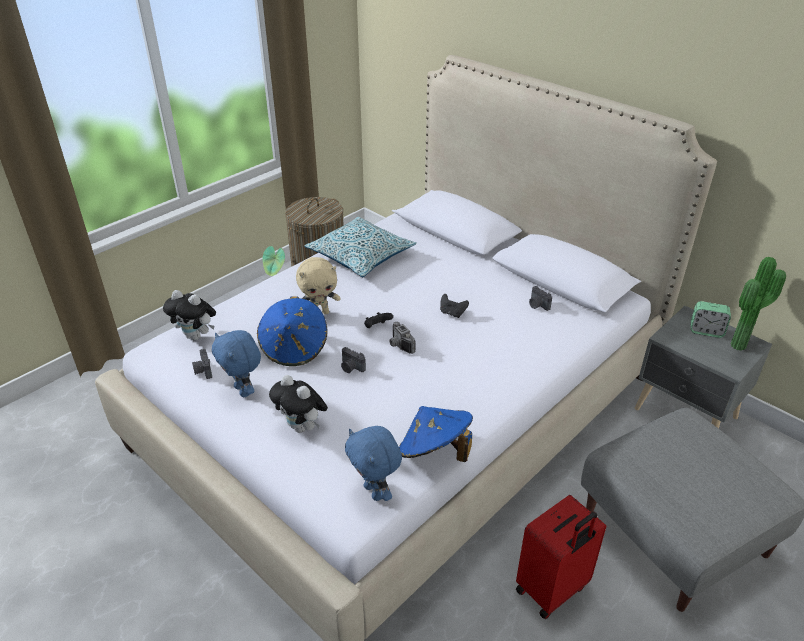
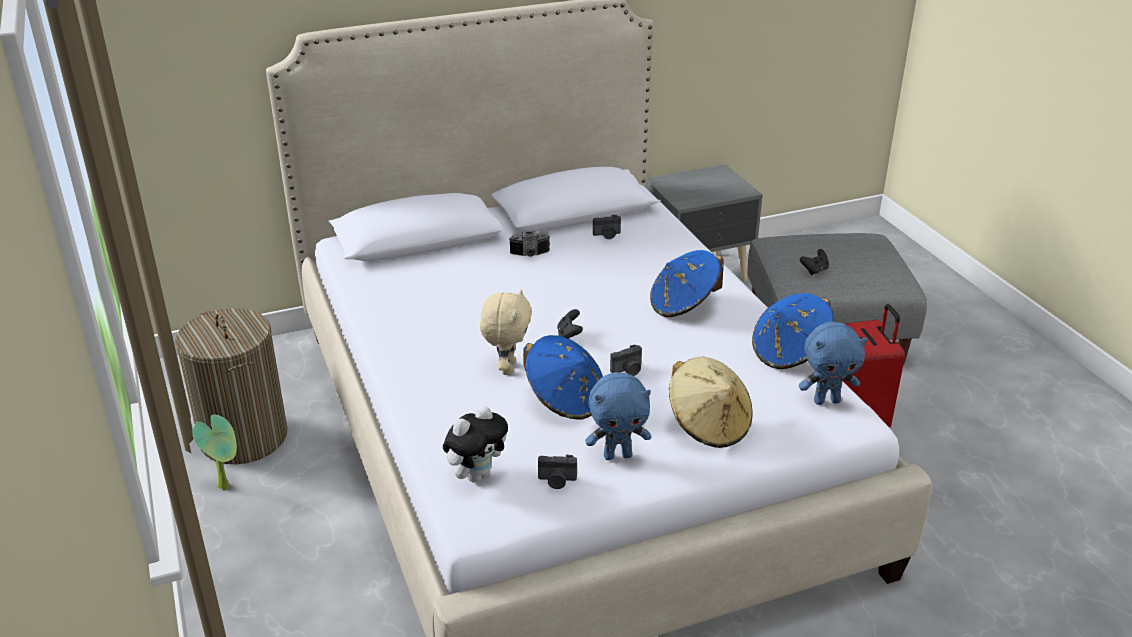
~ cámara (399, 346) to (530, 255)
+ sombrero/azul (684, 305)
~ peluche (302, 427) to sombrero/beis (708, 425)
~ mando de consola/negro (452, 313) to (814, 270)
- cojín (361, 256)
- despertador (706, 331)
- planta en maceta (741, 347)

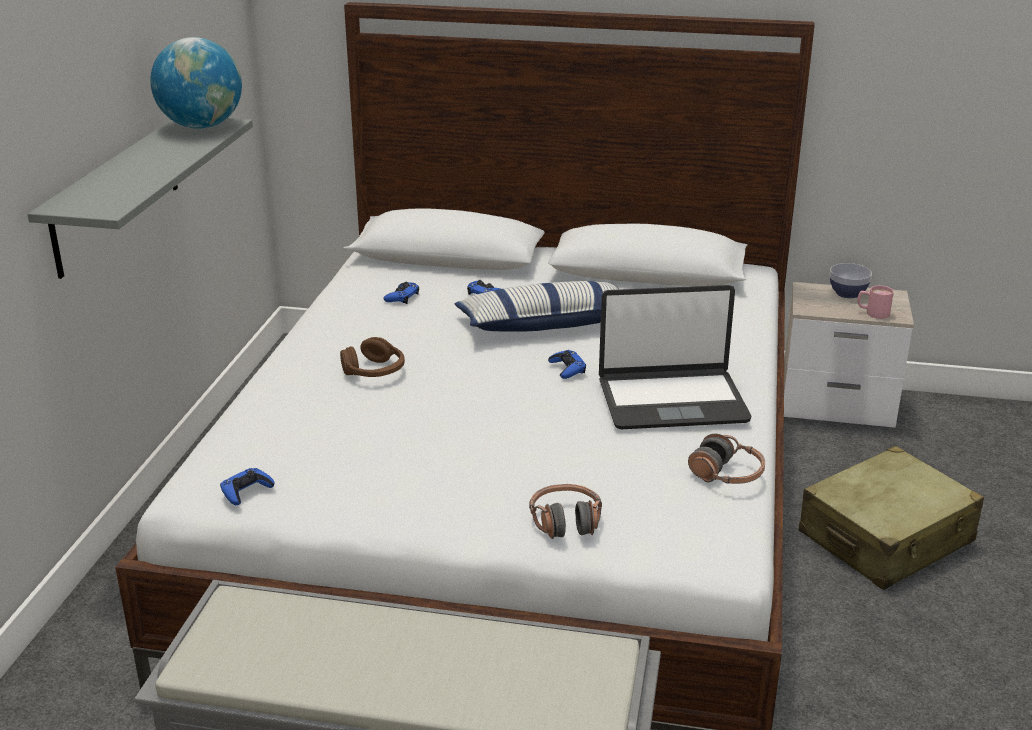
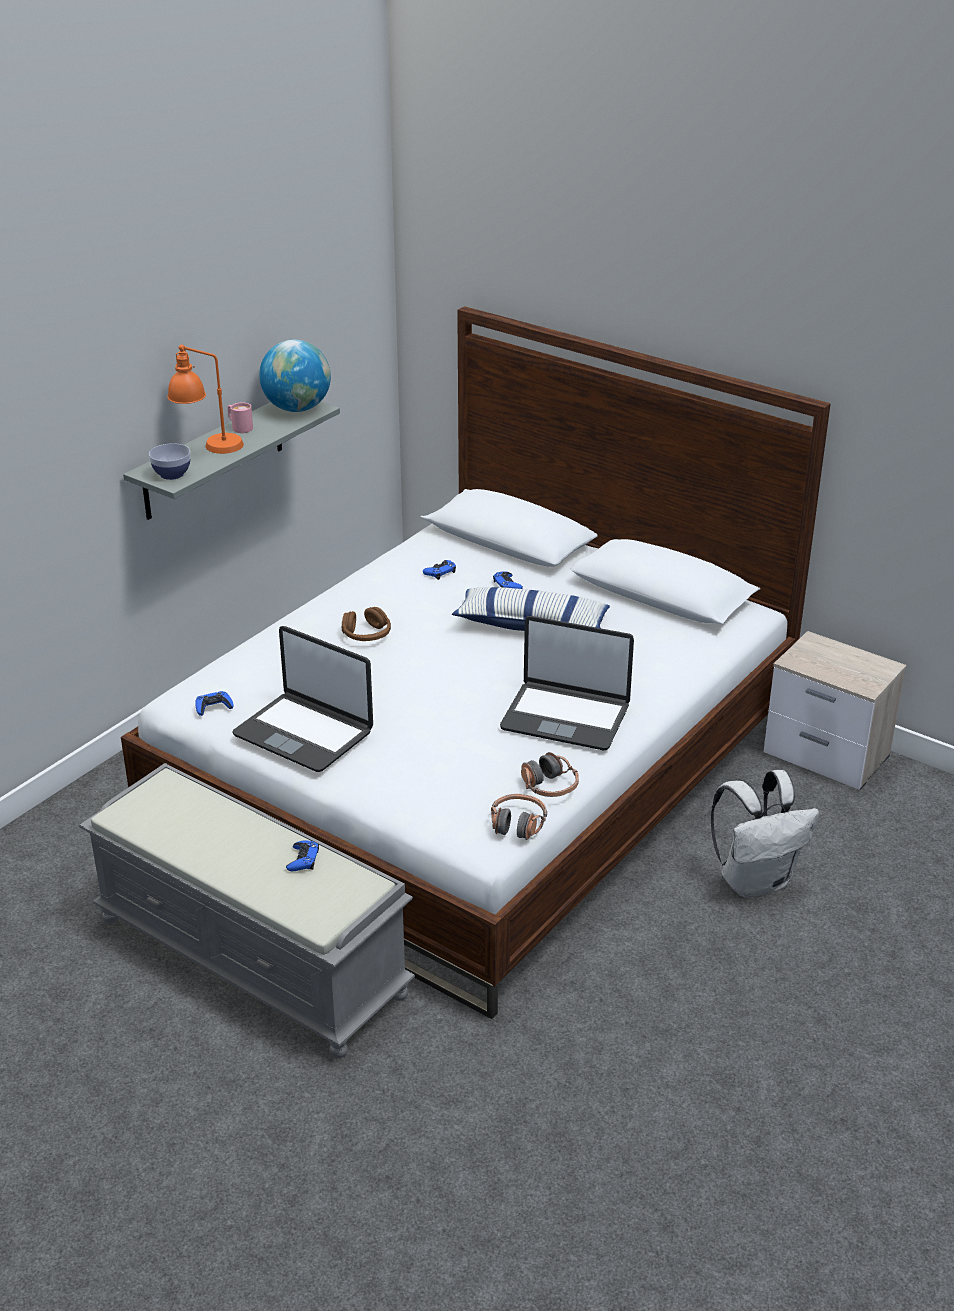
~ cuenco (848, 293) to (172, 474)
+ lámpara de mesa/naranja (208, 449)
~ taza grande/rosa (872, 313) to (239, 427)
+ portátil (304, 733)
~ mando de consola/azul (567, 368) to (303, 860)
~ auriculares (566, 521) to (517, 824)
~ maleta/beis (886, 538) to mochila/blanco (756, 880)

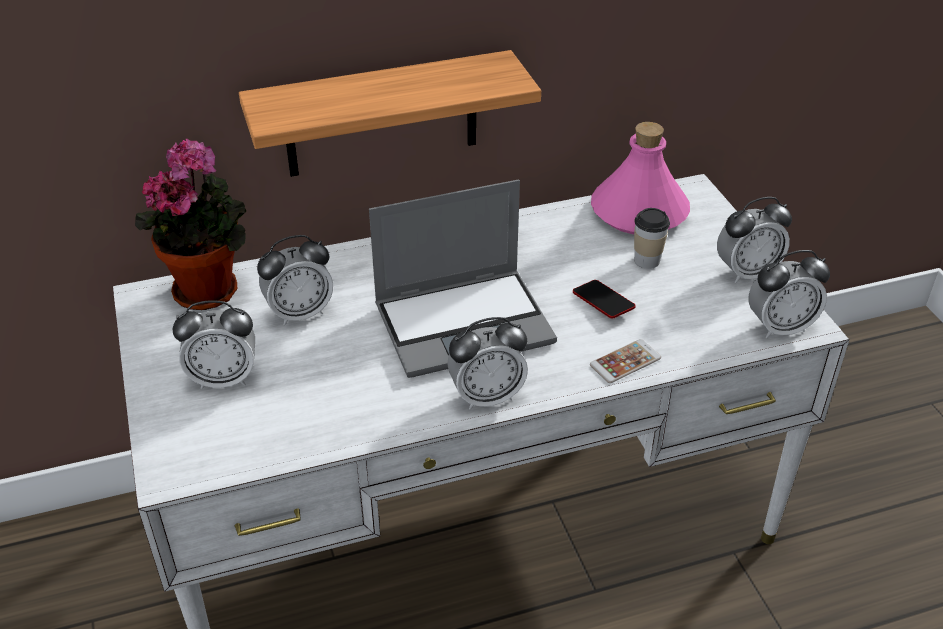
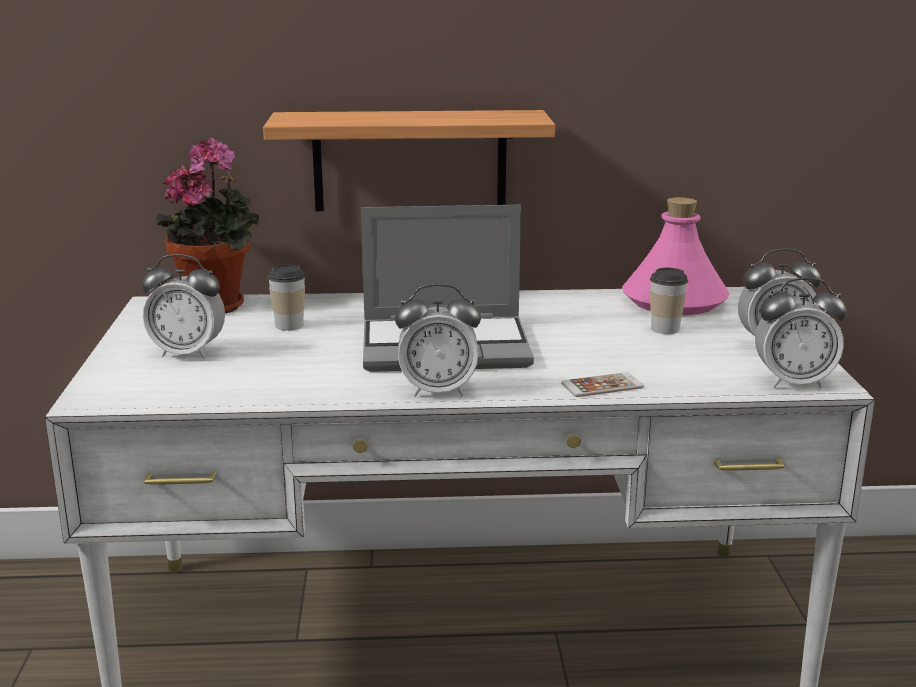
~ despertador (300, 313) to taza (289, 325)
- móvil (603, 303)

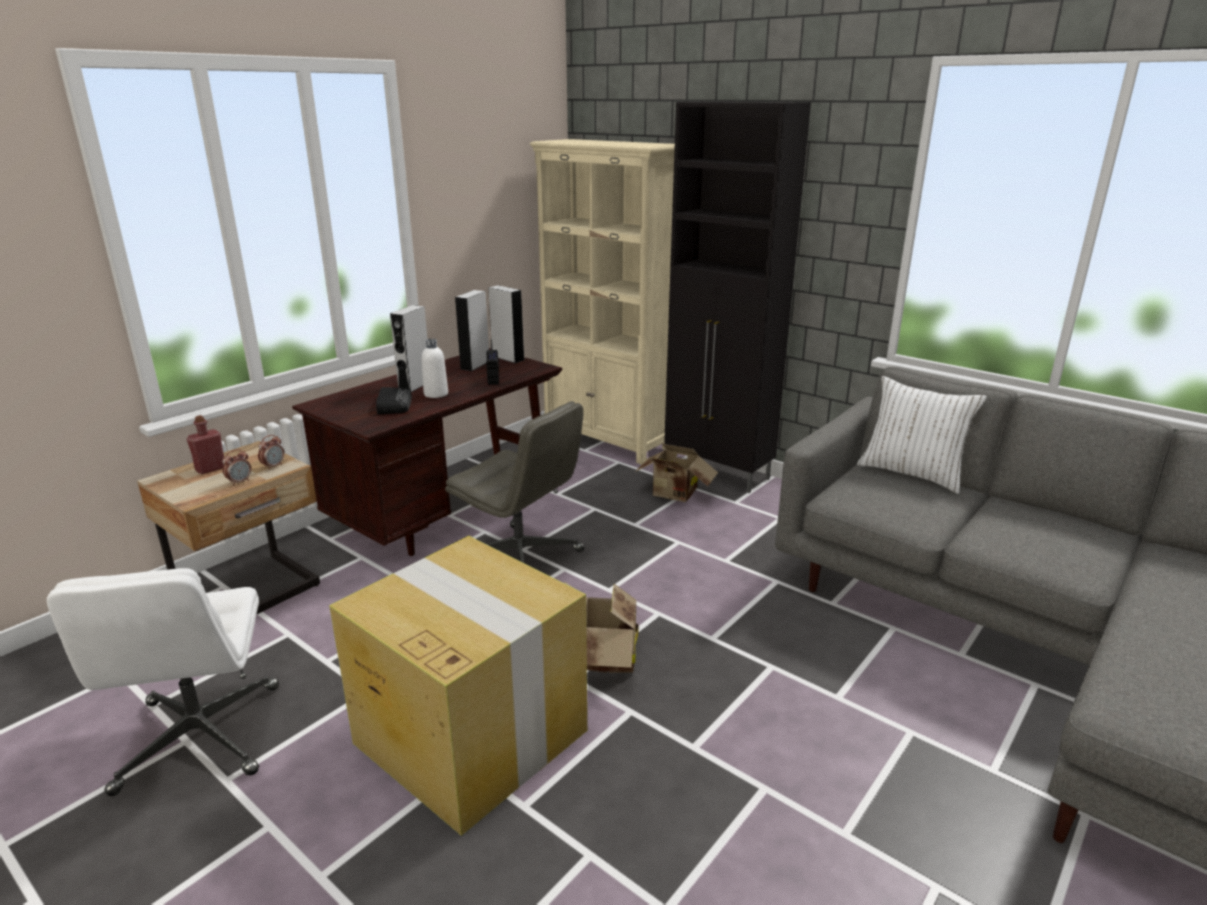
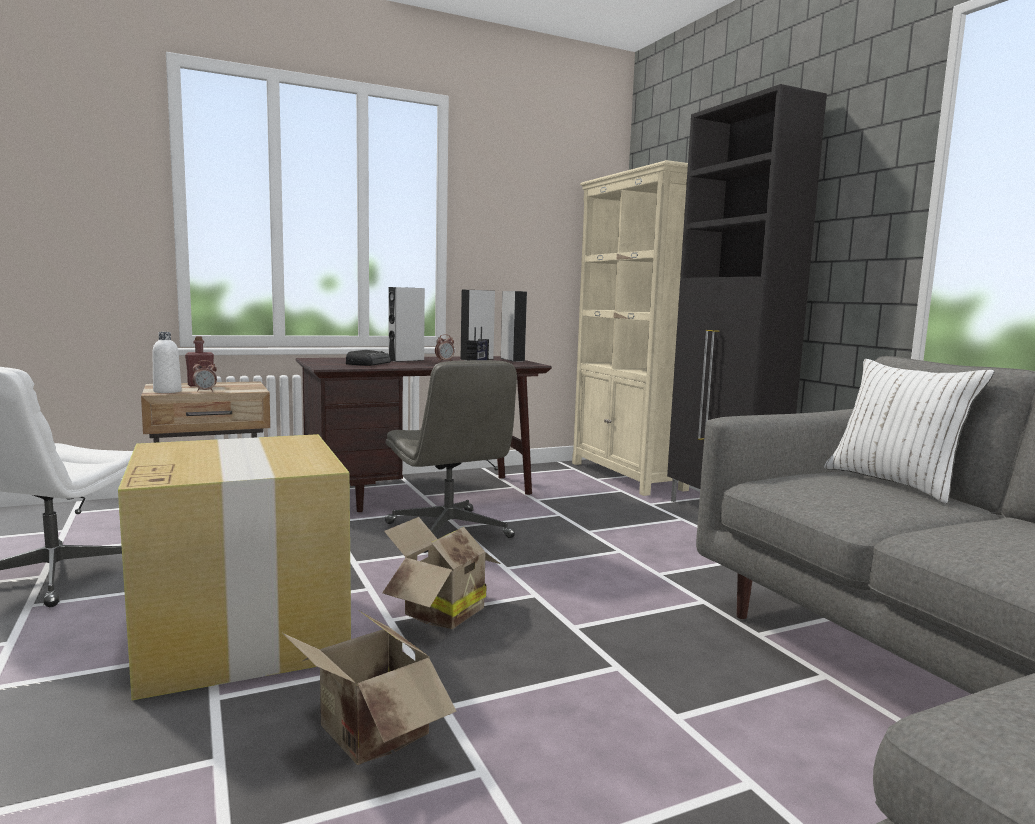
~ botella/blanco (436, 394) to (167, 391)
~ caja de cartón (674, 495) to (367, 738)
~ despertador (273, 466) to (444, 361)

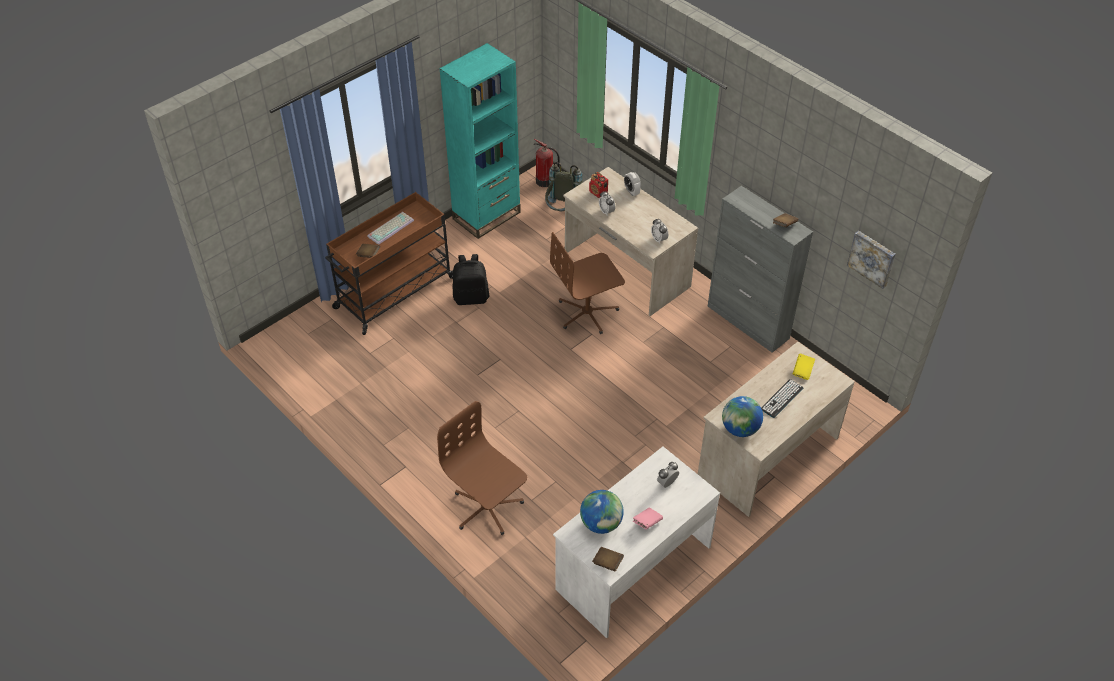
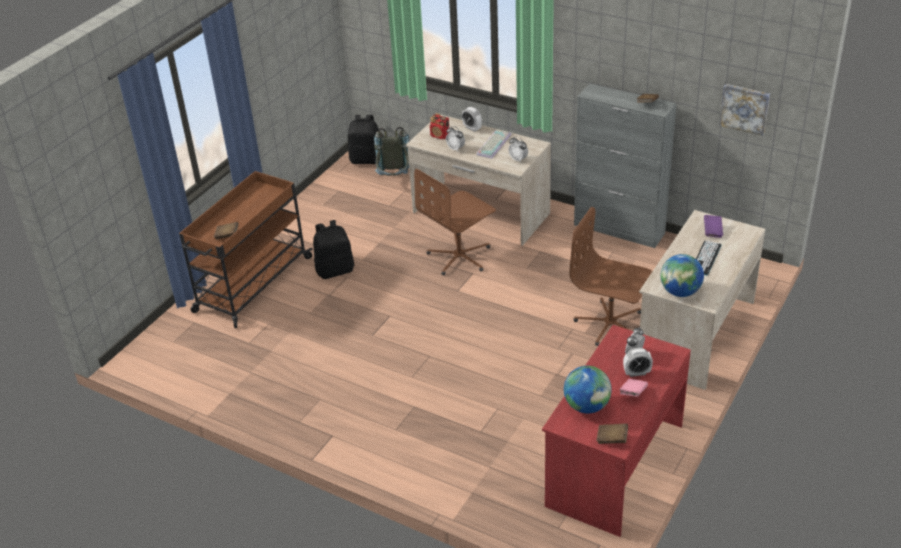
~ extintor (545, 181) to mochila/negro (366, 159)
~ teclado (390, 227) to (493, 144)
~ escritorio/blanco (632, 567) to escritorio/rojo (614, 464)
~ silla de oficina/marrón (487, 508) to (610, 324)
+ despertador (637, 373)
~ libro/amarillo (802, 371) to libro/morado (712, 231)
- estantería/turquesa (486, 215)

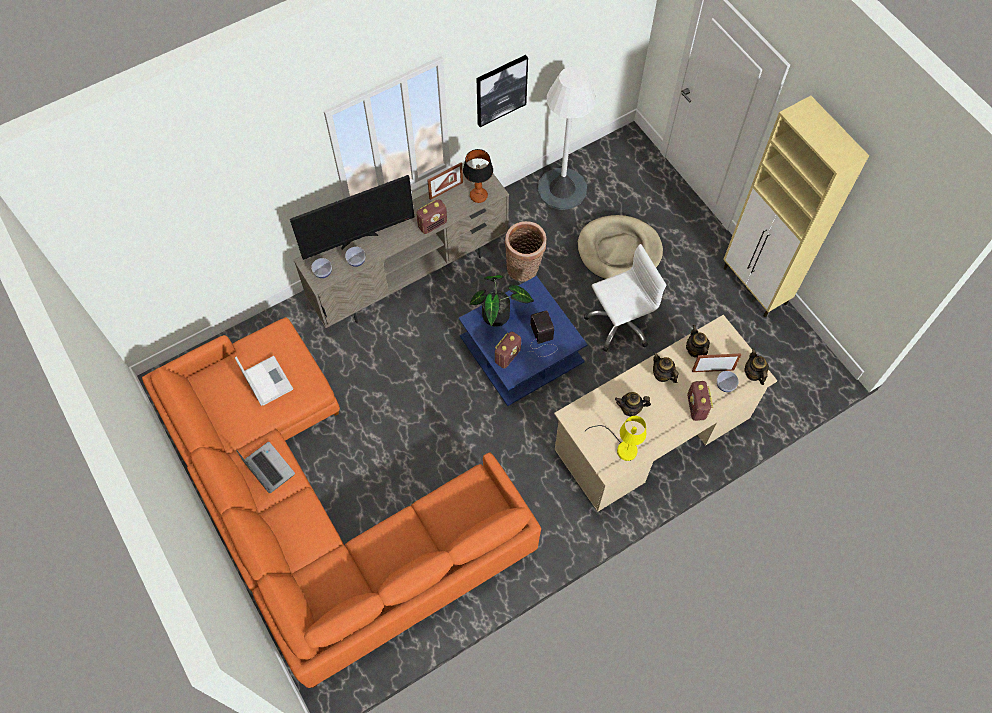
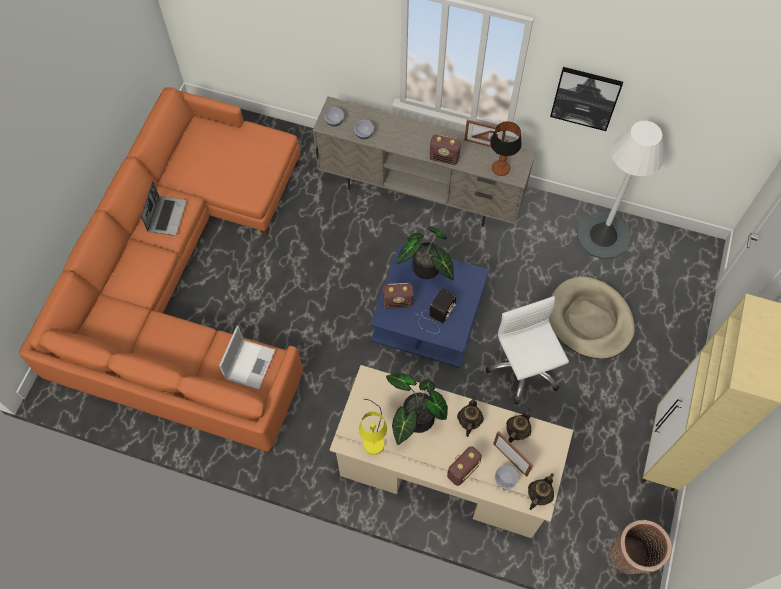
~ portátil (267, 380) to (250, 363)
~ tetera (630, 409) to planta en maceta (414, 419)
~ silla de oficina/blanco (620, 323) = (523, 369) 135 degrees counterclockwise
~ cesta (524, 269) to (629, 557)
- televisor (358, 239)

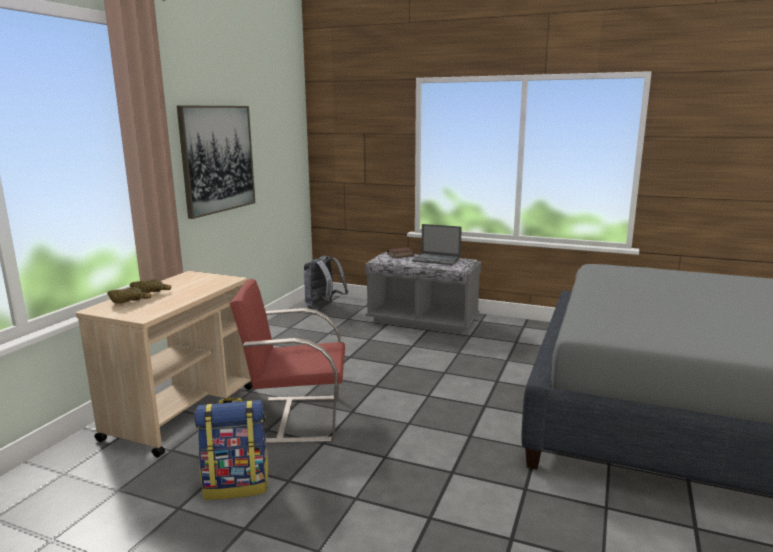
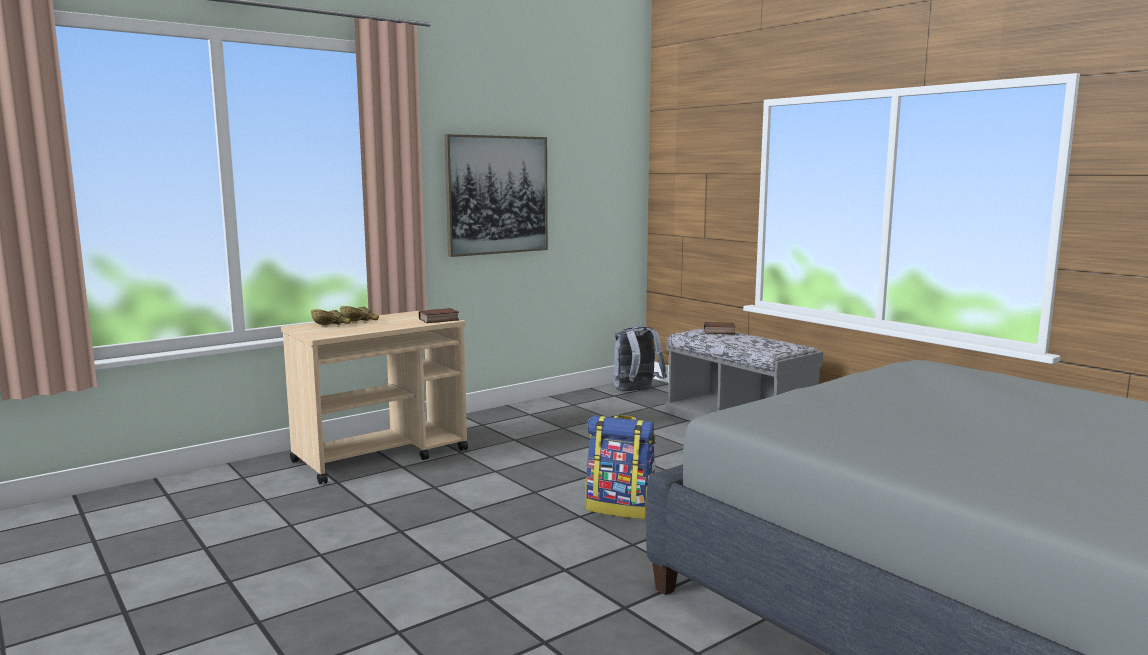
+ libro (438, 320)
~ mochila (237, 485) to (621, 508)
- silla/rojo (296, 418)
- portátil (437, 259)

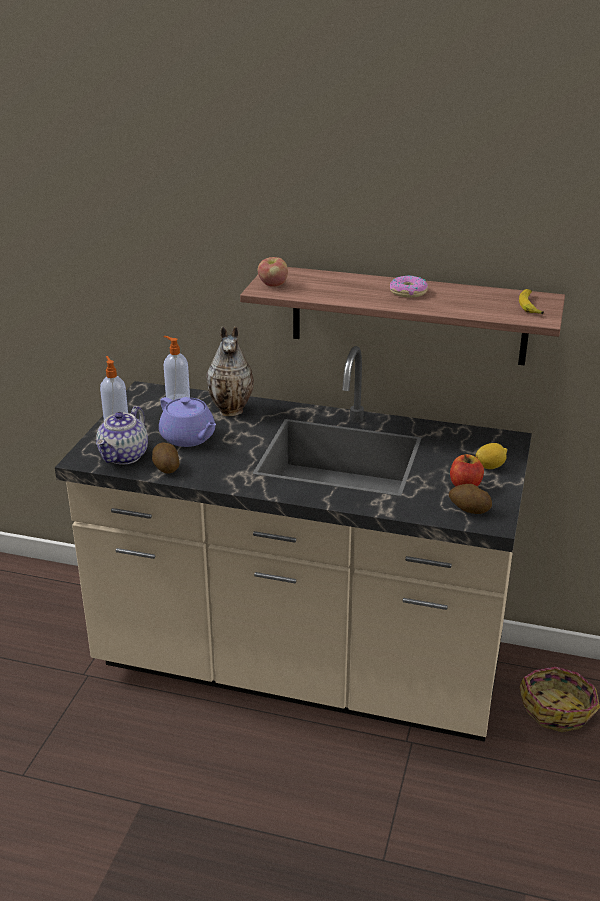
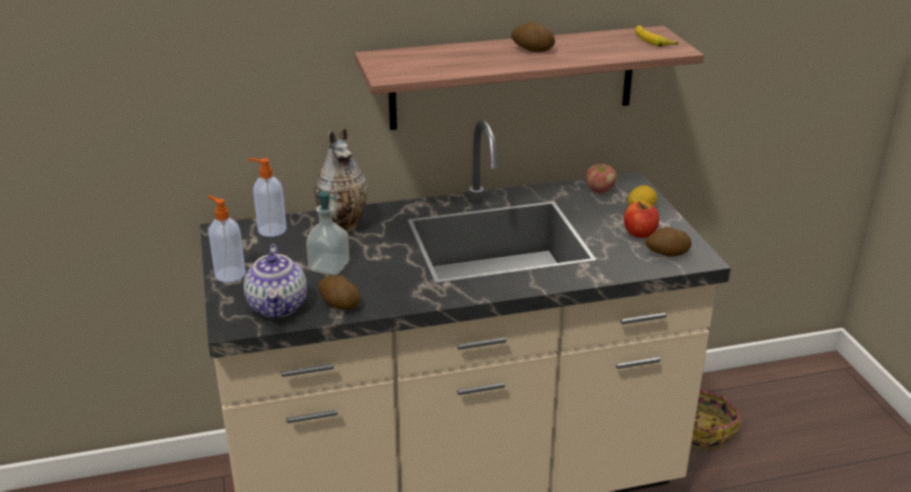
~ tetera/morado (188, 438) to dispensador de jabón (329, 267)
~ rosquilla (408, 292) to patata (532, 50)
~ manzana (273, 285) to (599, 190)

